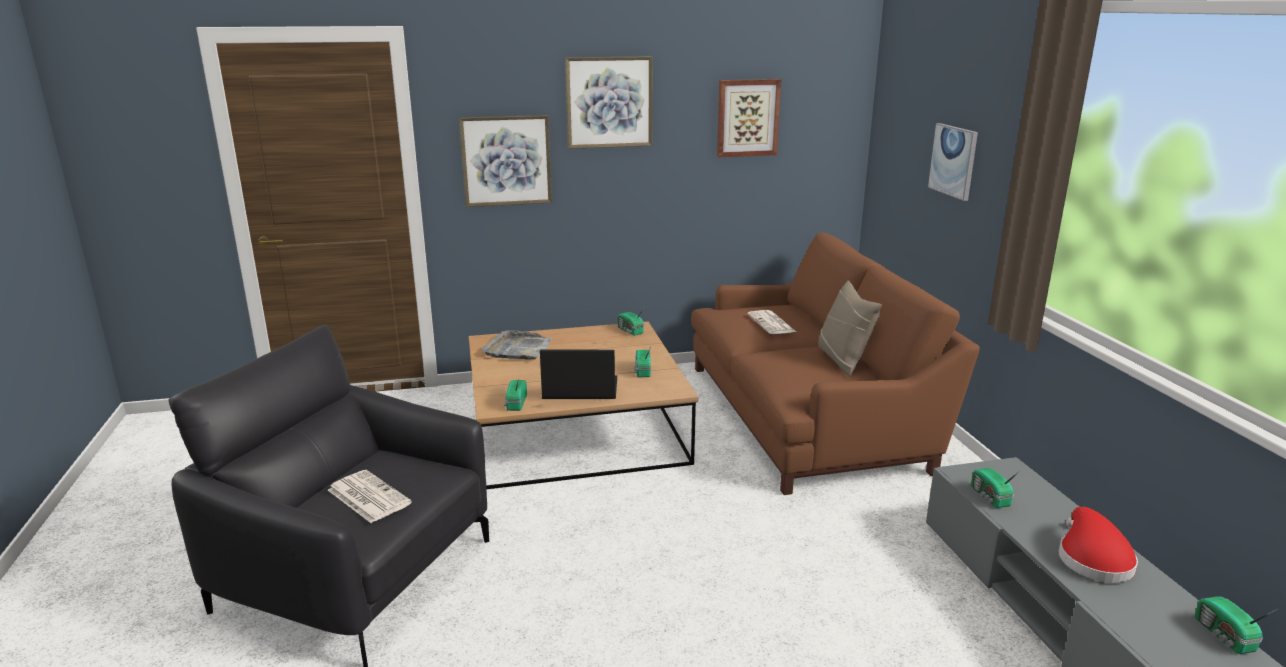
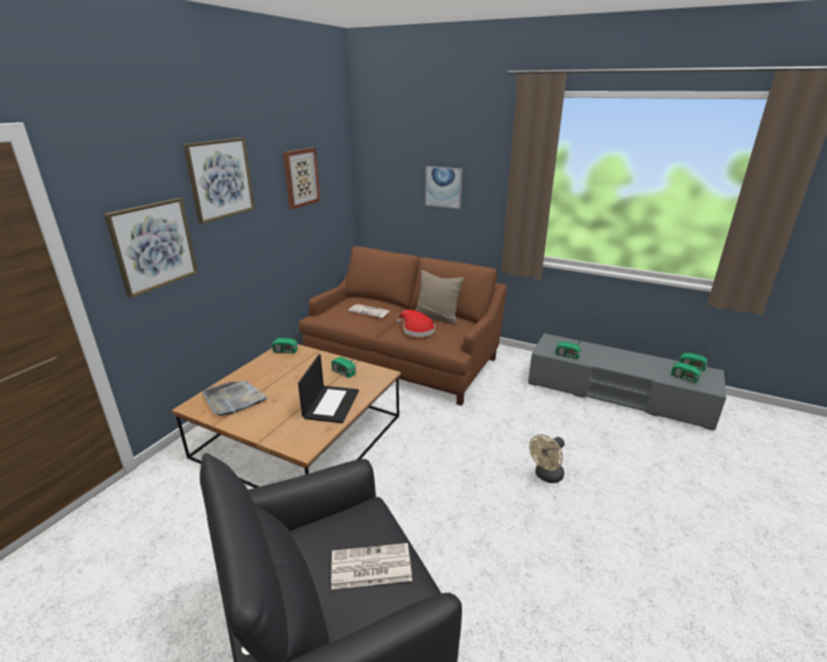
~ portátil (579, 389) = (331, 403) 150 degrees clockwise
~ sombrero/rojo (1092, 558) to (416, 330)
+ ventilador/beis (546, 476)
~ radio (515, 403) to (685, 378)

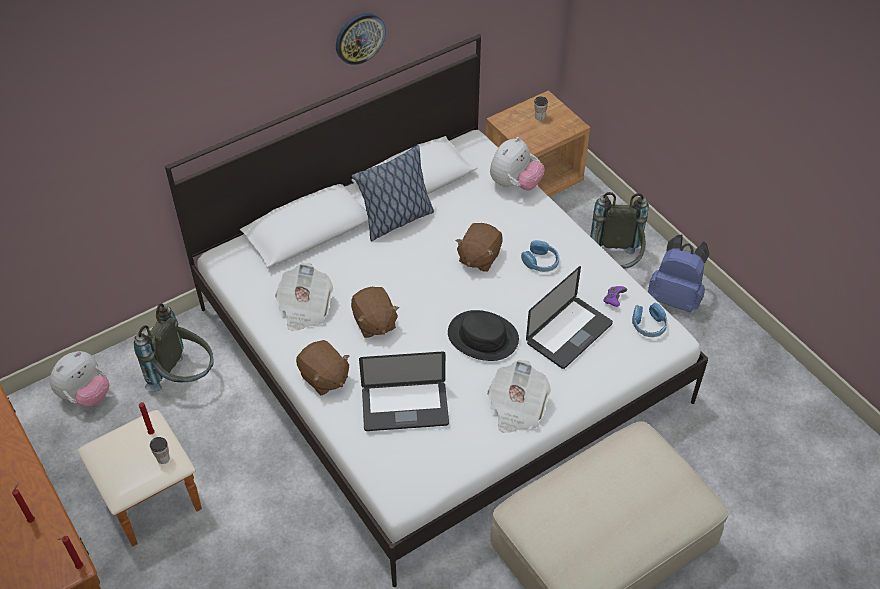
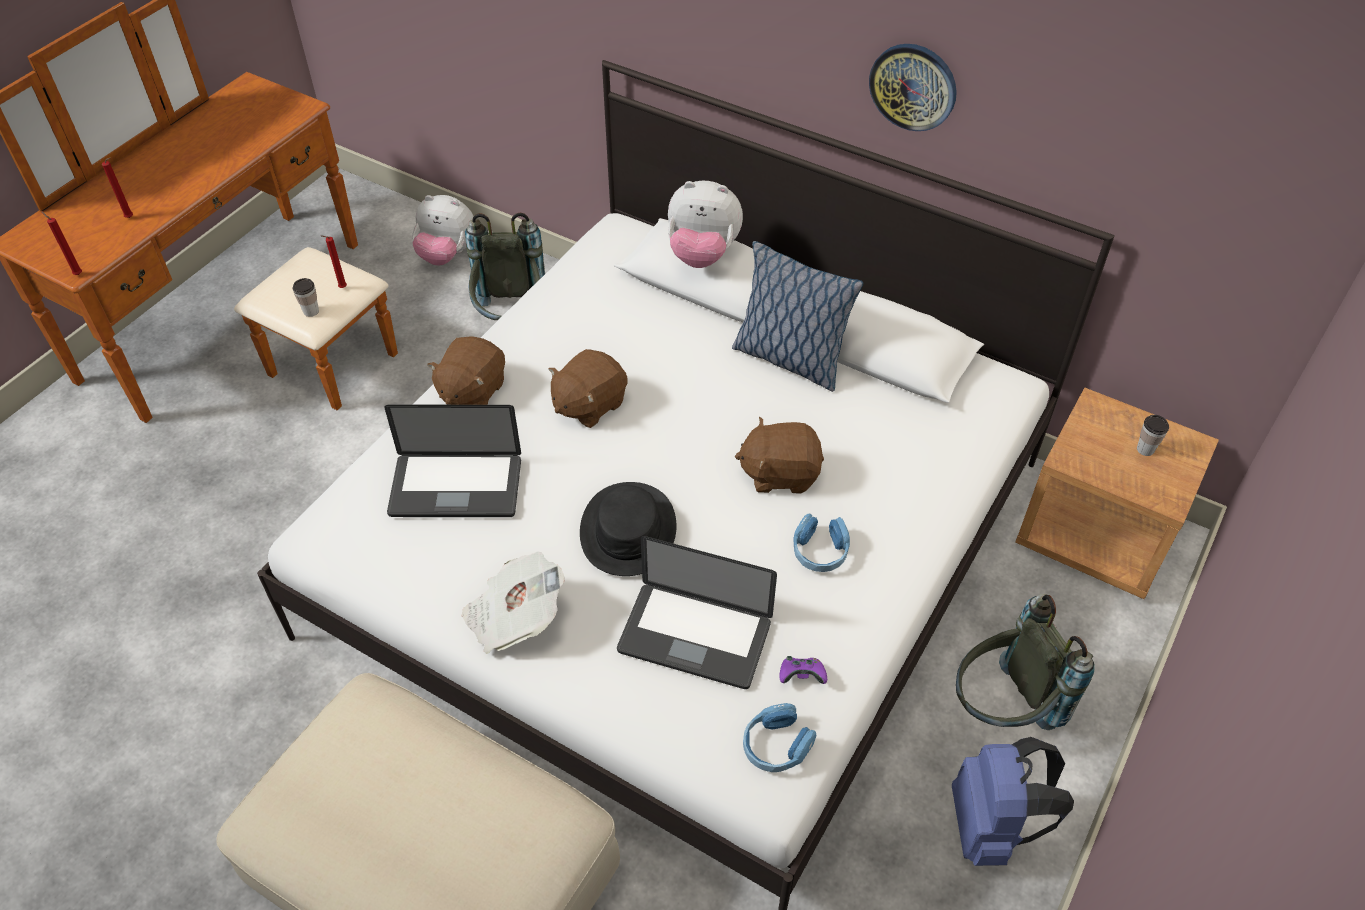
~ portátil (405, 407) = (456, 487) 60 degrees counterclockwise
~ peluche (515, 184) to (702, 255)
- periódico (304, 308)

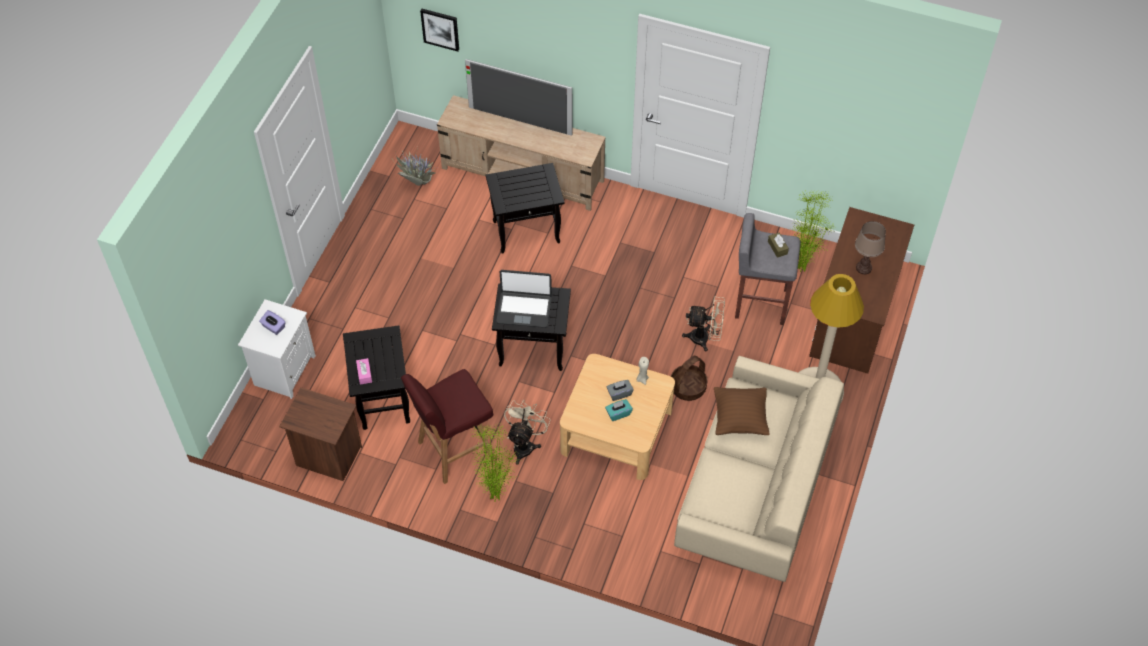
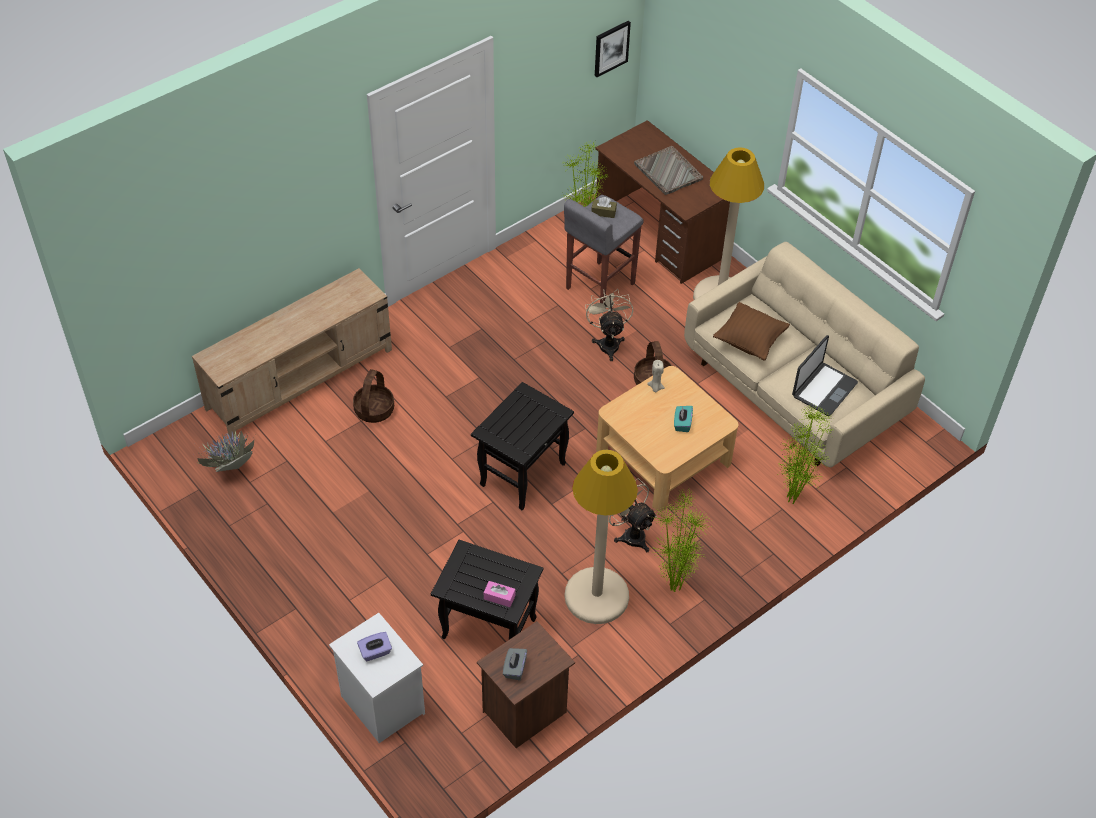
~ mesa auxiliar/negro (527, 231) to cesta (374, 409)
~ caja de pañuelos/gris (619, 393) to (514, 669)
~ taburete/rojo (454, 451) to lámpara de pie/beis (596, 596)
~ ventilador/beis (705, 338) = (608, 342) 45 degrees counterclockwise
~ cuadro (440, 29) to (611, 48)
~ lámpara de mesa/marrón (863, 268) to bandeja/gris (668, 172)
+ planta en maceta (794, 499)
~ portátil (524, 309) to (823, 389)
- televisor (520, 121)

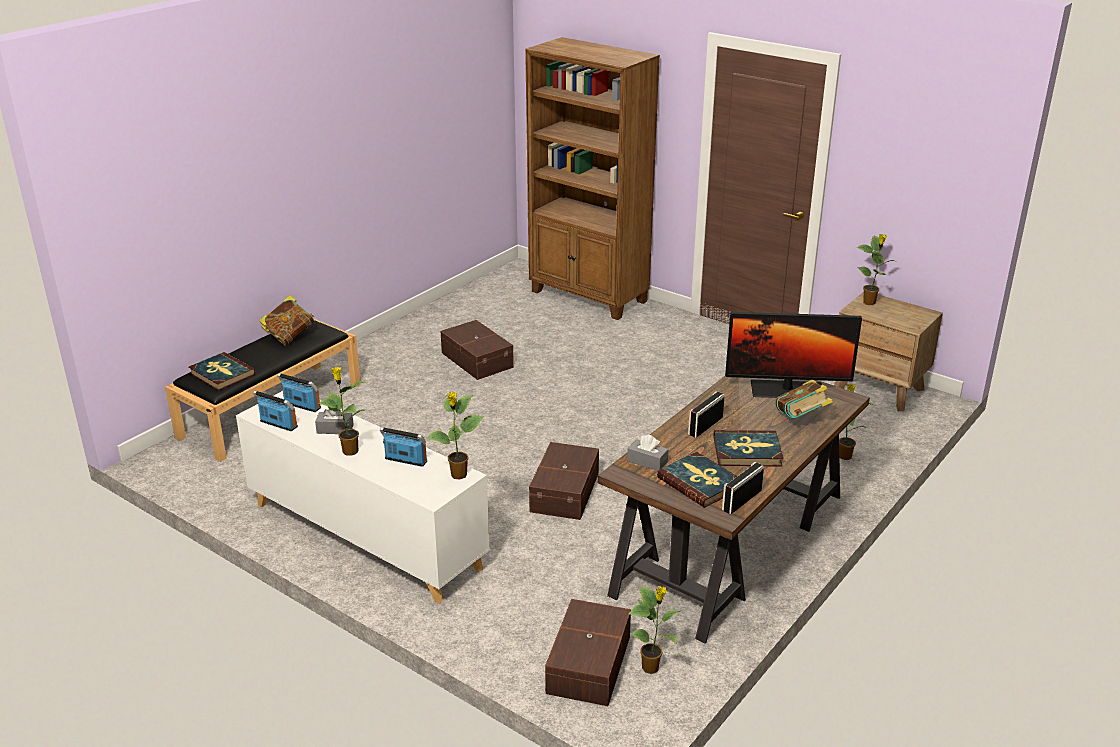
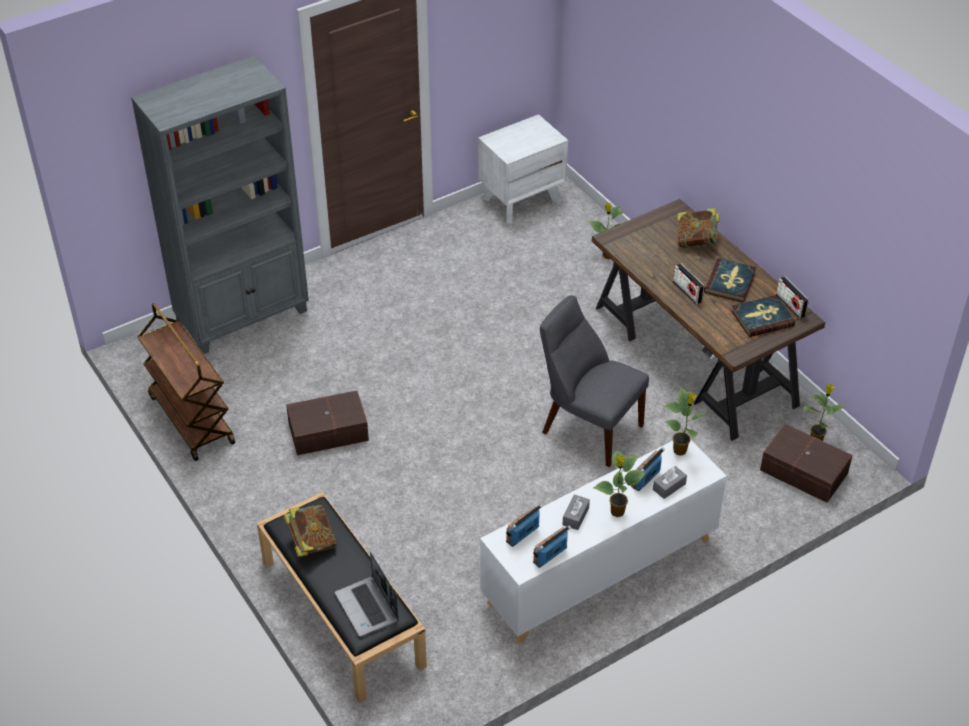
~ estantería/marrón (589, 297) to estantería/gris (243, 316)
+ carrito/marrón (191, 419)
~ libro (222, 374) to portátil (368, 608)
~ mesita de noche/marrón (879, 389) to mesita de noche/blanco (522, 199)
~ caja de almacenaje/marrón (566, 492) to silla/gris (588, 427)
~ caja de pañuelos/gris (647, 461) to (669, 486)
- monitor (787, 390)
- planta en maceta (870, 303)

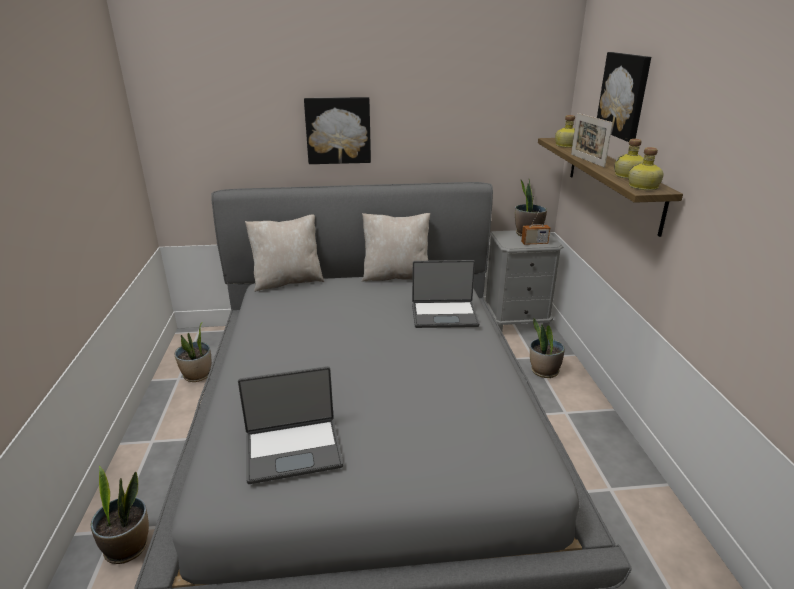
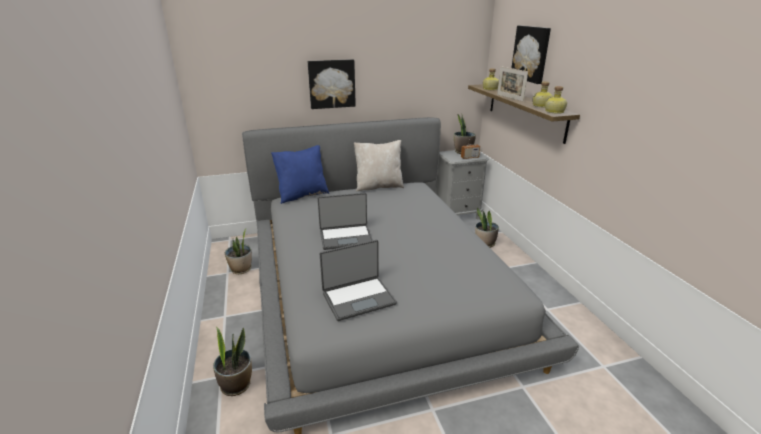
~ cojín/beis (288, 281) to cojín/azul (302, 195)
~ portátil (444, 315) to (346, 237)

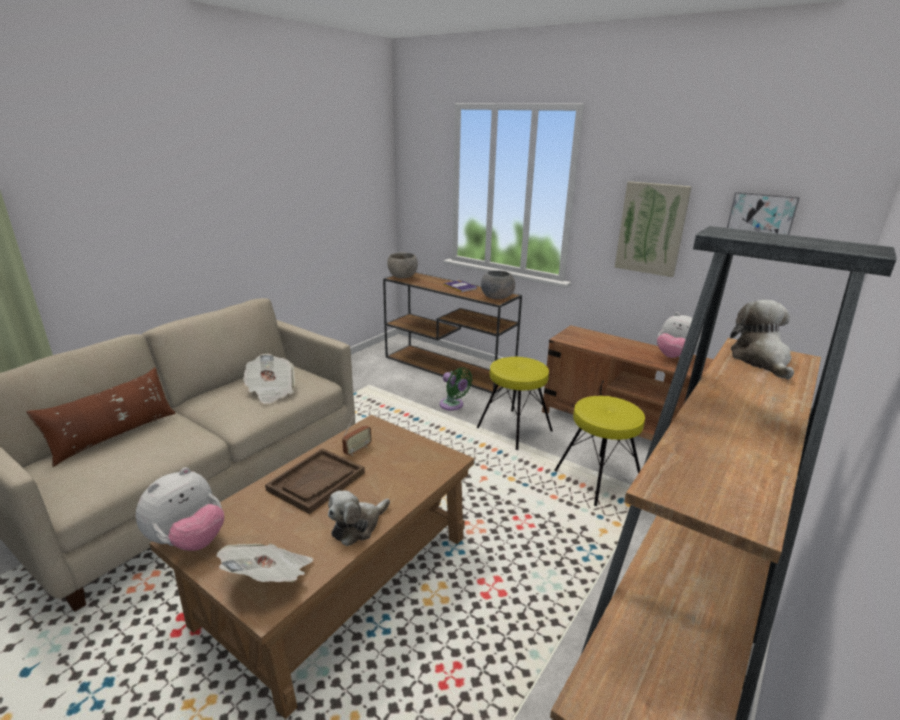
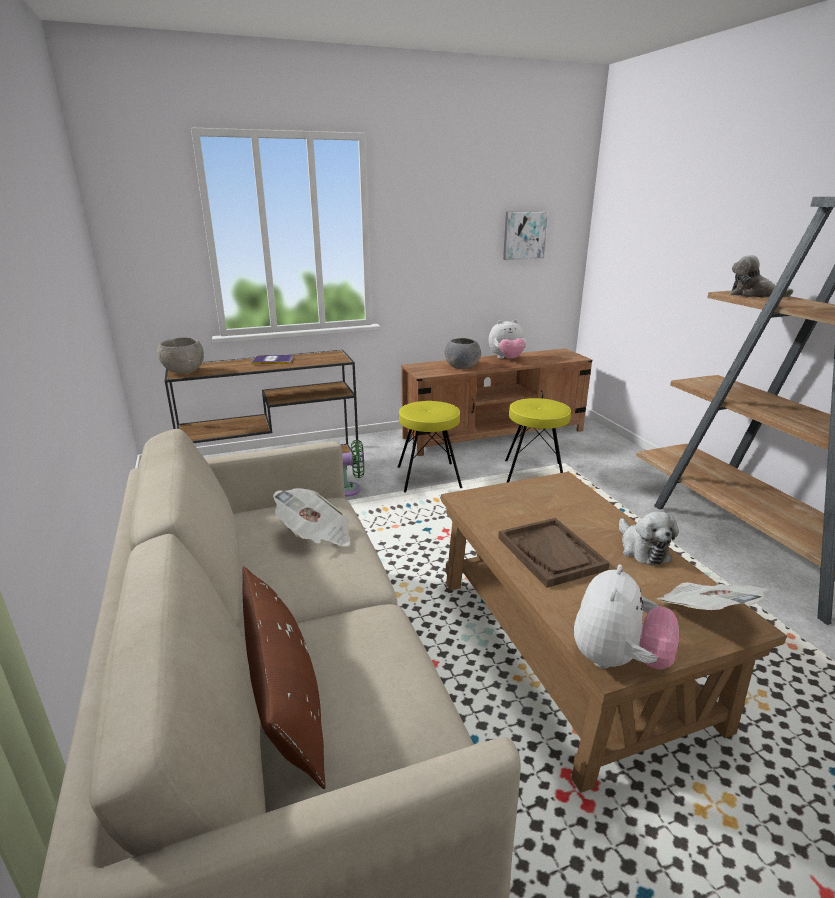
~ cuenco/gris (497, 297) to (462, 366)
~ peluche (188, 541) = (617, 660) 45 degrees clockwise
- radio (357, 450)
- cuadro (651, 229)

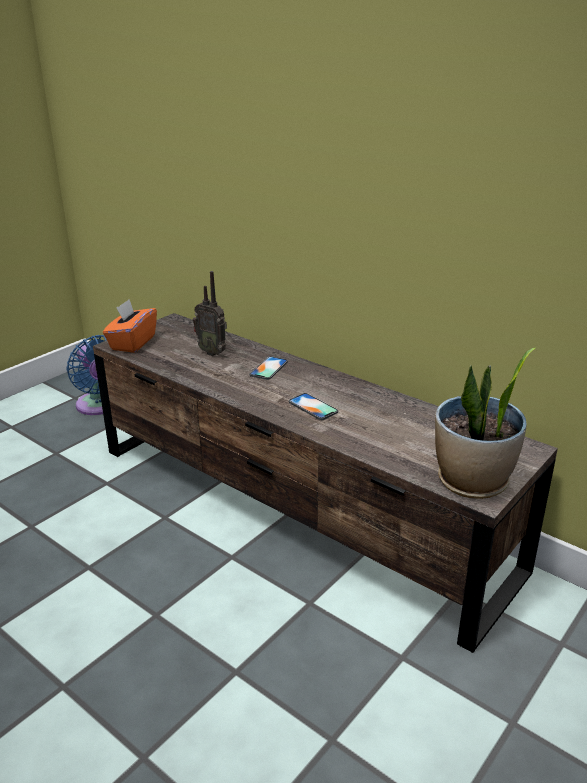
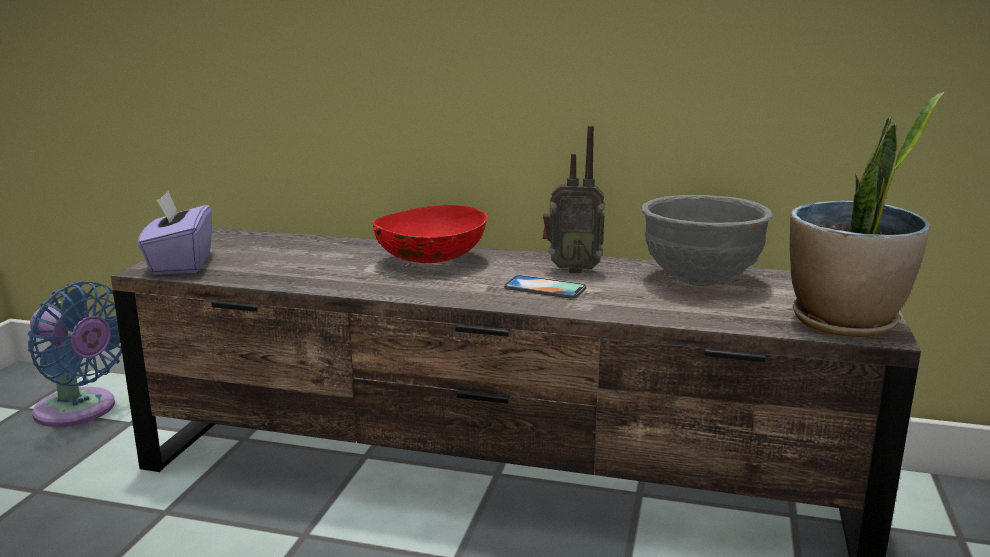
~ caja de pañuelos/naranja (132, 343) to caja de pañuelos/morado (180, 263)
~ móvil (268, 368) to cuenco/rojo (431, 261)
~ radio (213, 352) to (572, 269)
+ cuenco/gris (700, 279)

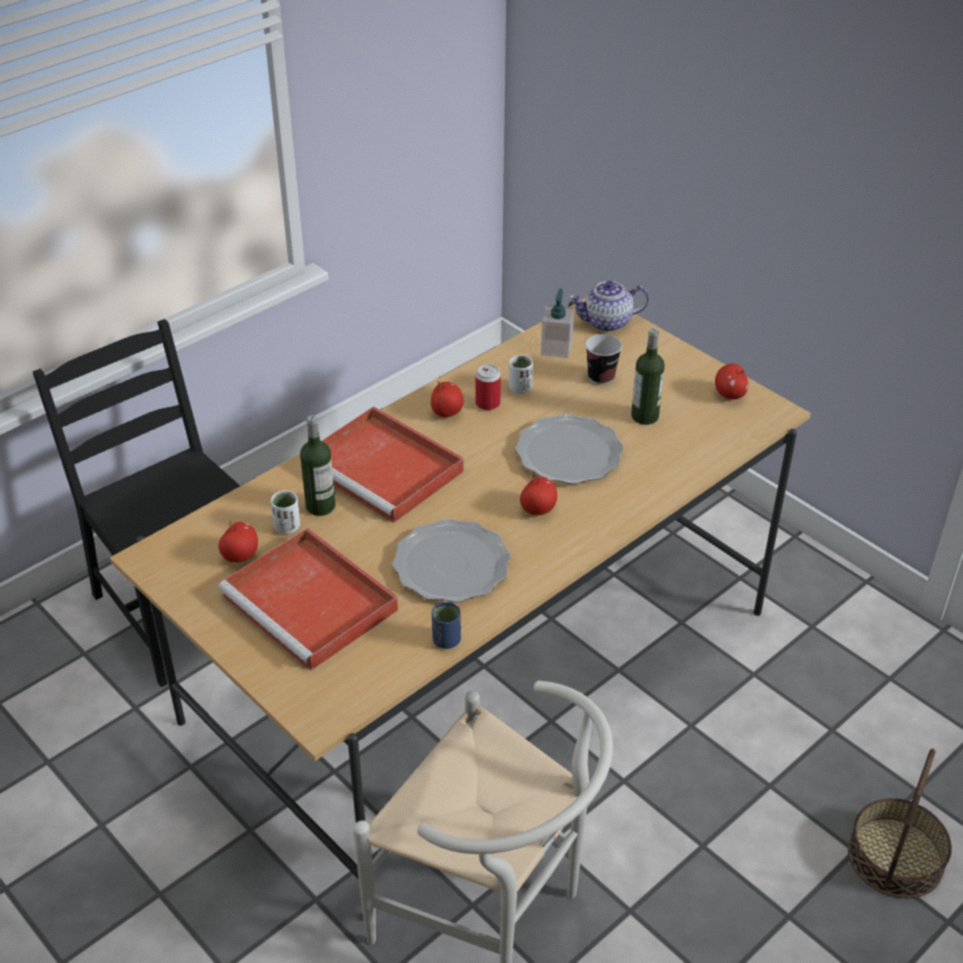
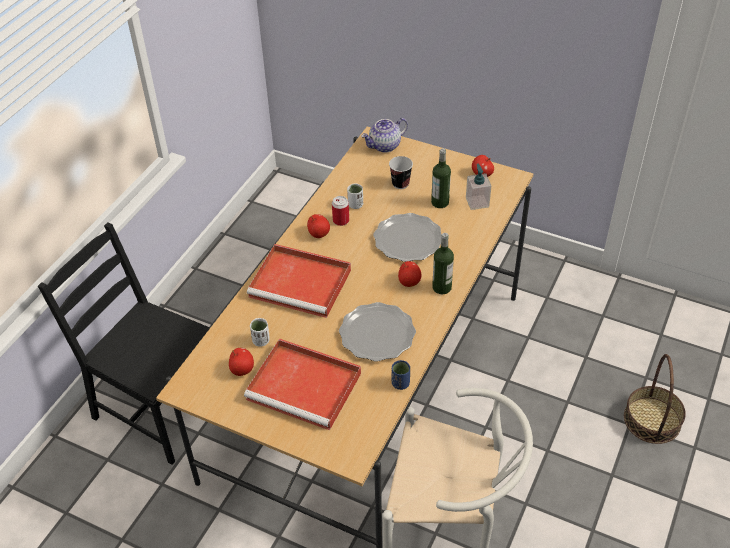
~ botella (320, 506) to (441, 287)
~ dispensador de jabón (556, 348) to (477, 202)

